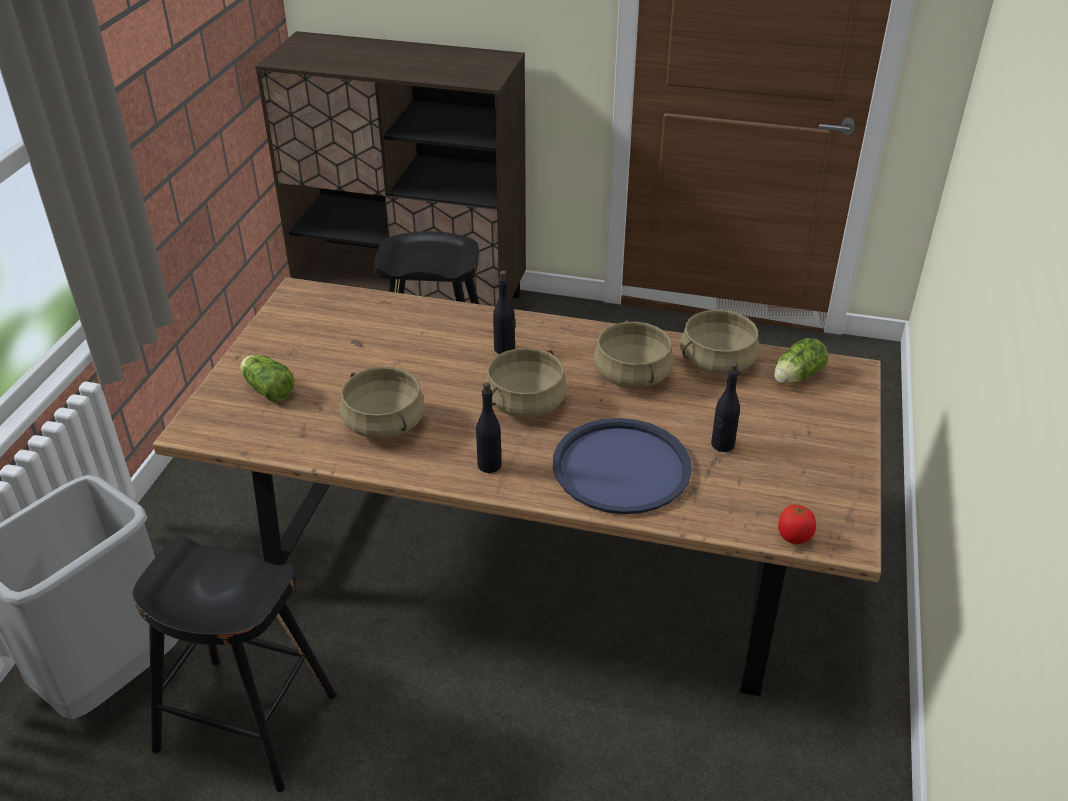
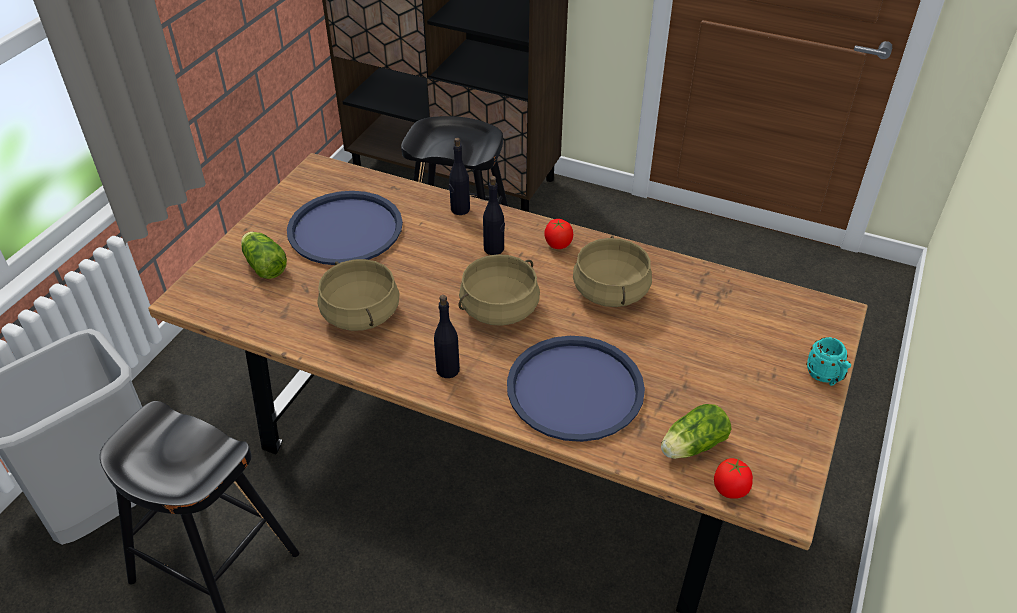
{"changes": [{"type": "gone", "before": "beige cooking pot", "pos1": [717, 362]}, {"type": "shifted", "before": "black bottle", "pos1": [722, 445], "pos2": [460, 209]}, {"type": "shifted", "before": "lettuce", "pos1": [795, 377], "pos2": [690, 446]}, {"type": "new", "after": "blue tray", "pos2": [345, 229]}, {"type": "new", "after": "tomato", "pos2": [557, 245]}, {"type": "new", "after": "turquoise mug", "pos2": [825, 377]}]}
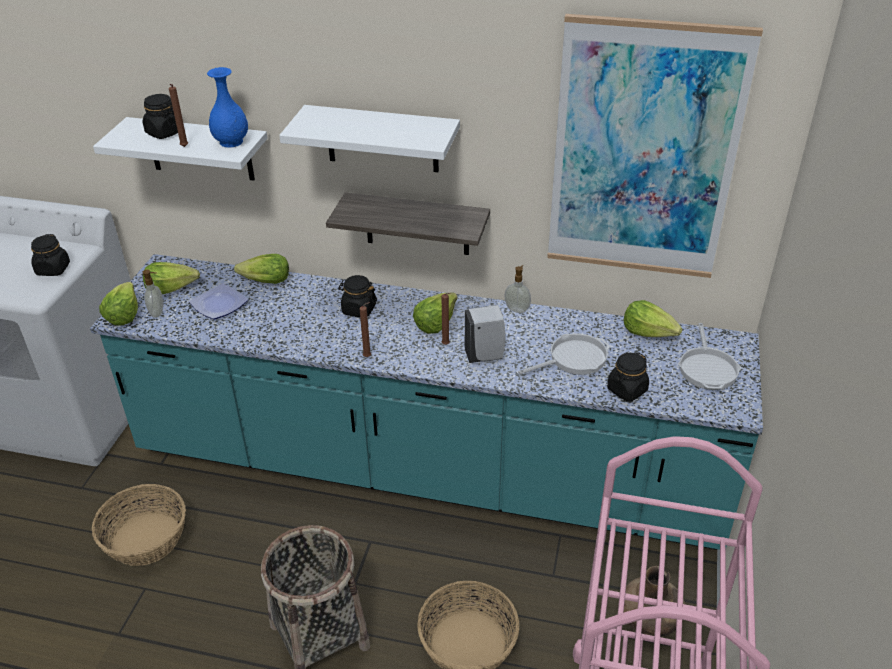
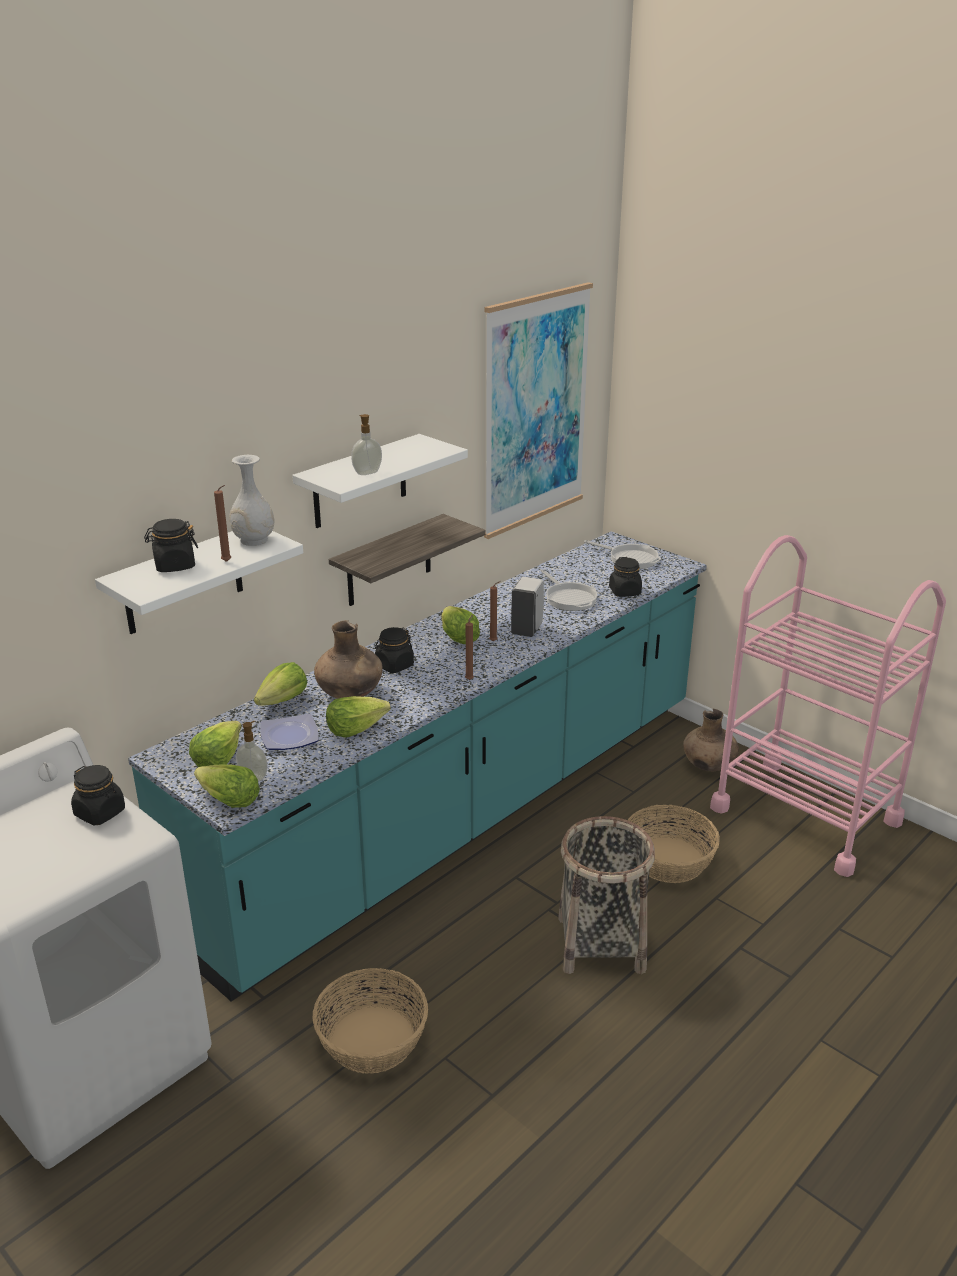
{"changes": [{"type": "repainted", "before": "blue vase", "after": "white vase", "pos1": [231, 142], "pos2": [254, 540]}, {"type": "shifted", "before": "soap dispenser", "pos1": [517, 309], "pos2": [367, 472]}, {"type": "rotated", "before": "frying pan", "pos1": [574, 359], "pos2": [569, 598], "turn": 150}, {"type": "shifted", "before": "lettuce", "pos1": [649, 332], "pos2": [355, 728]}, {"type": "new", "after": "brown vase", "pos2": [350, 695]}]}
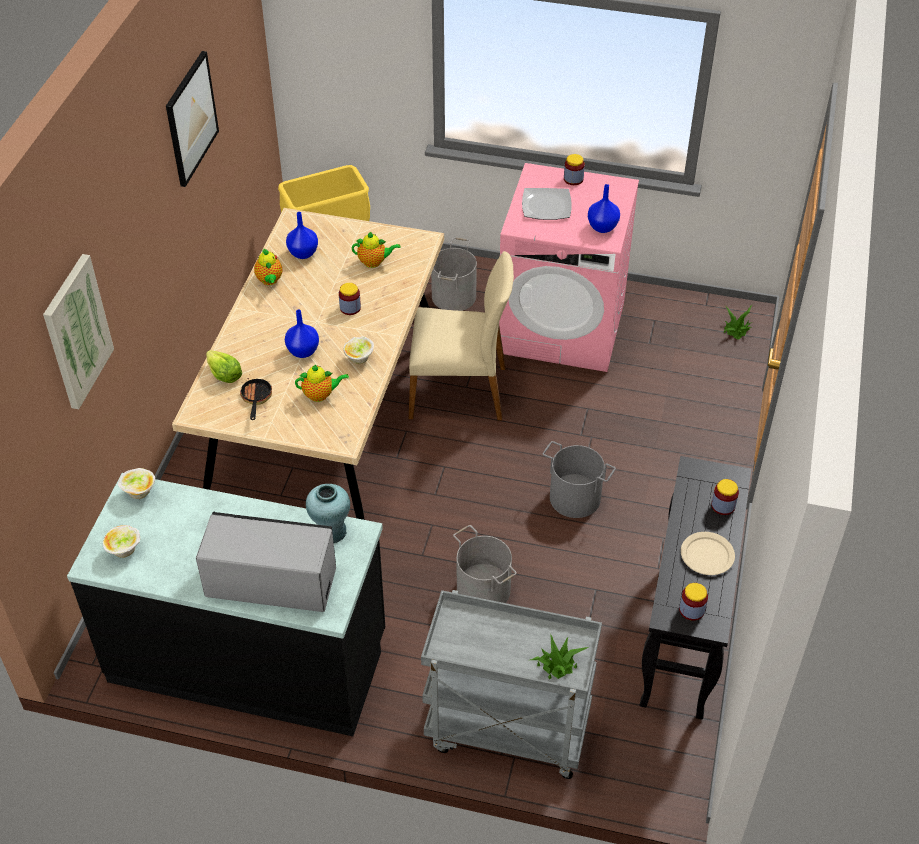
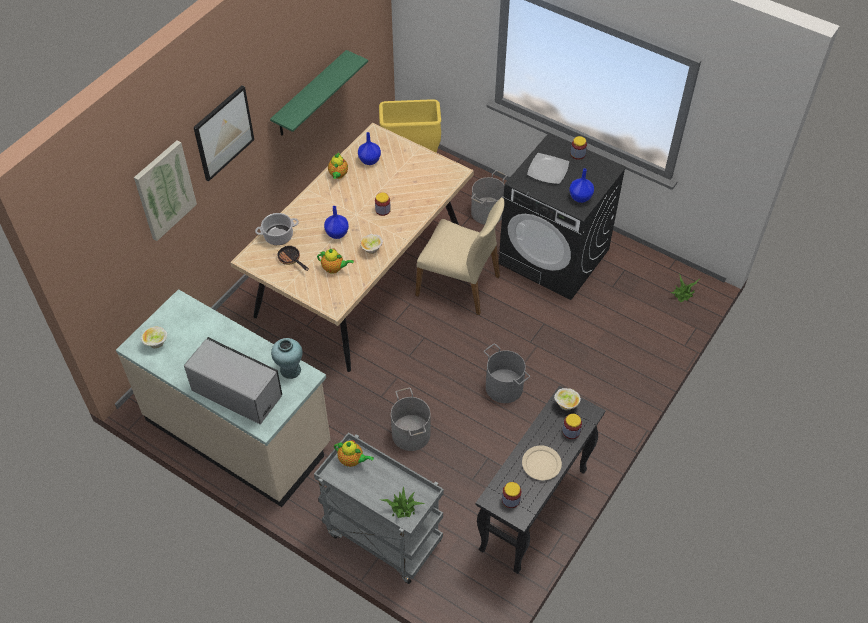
{"changes": [{"type": "repainted", "before": "black counter", "after": "beige counter", "pos1": [249, 657], "pos2": [239, 432]}, {"type": "shifted", "before": "bowl", "pos1": [139, 492], "pos2": [566, 405]}, {"type": "shifted", "before": "picture", "pos1": [191, 118], "pos2": [223, 133]}, {"type": "swapped", "before": "lettuce", "after": "cooking pot", "pos1": [224, 375], "pos2": [278, 236]}, {"type": "rotated", "before": "frying pan", "pos1": [256, 399], "pos2": [291, 259], "turn": -60}, {"type": "shifted", "before": "teapot", "pos1": [374, 262], "pos2": [352, 460]}, {"type": "repainted", "before": "pink washing machine", "after": "black washing machine", "pos1": [562, 327], "pos2": [554, 257]}, {"type": "new", "after": "green shelf", "pos2": [310, 95]}]}
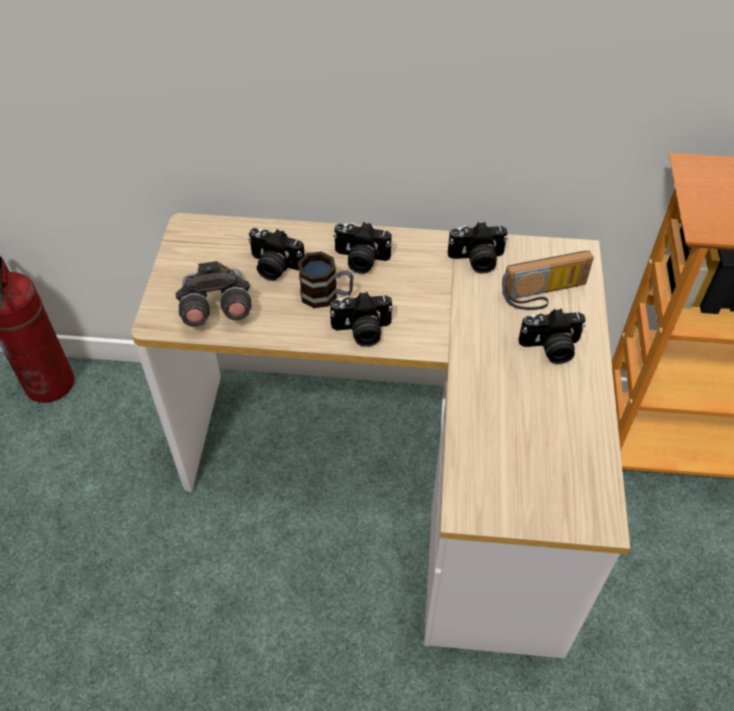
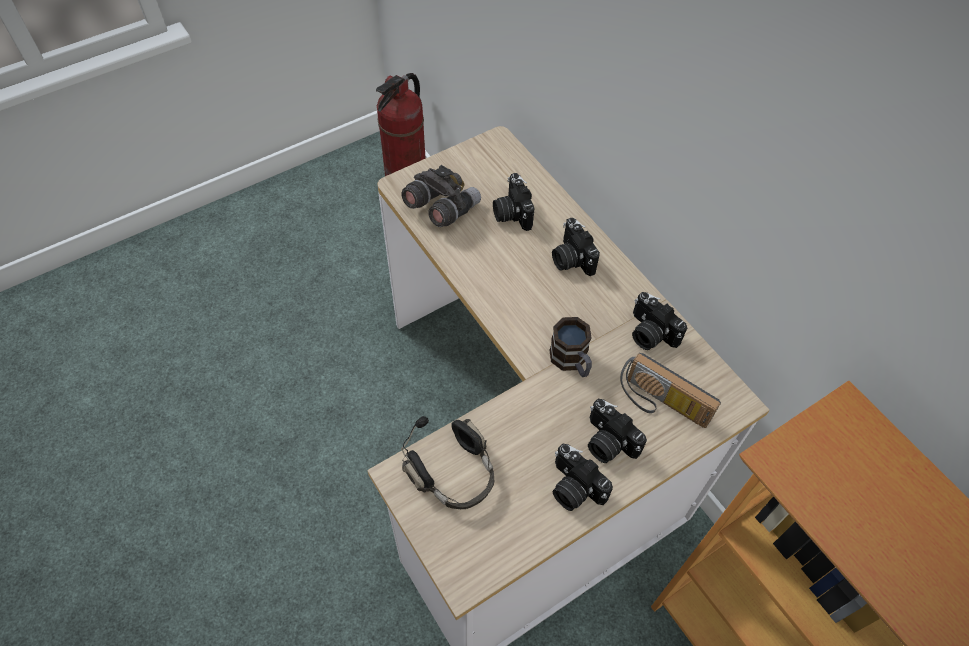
{"changes": [{"type": "shifted", "before": "mug", "pos1": [326, 295], "pos2": [571, 361]}, {"type": "shifted", "before": "photo camera", "pos1": [362, 331], "pos2": [573, 488]}, {"type": "new", "after": "black headphones", "pos2": [454, 474]}]}
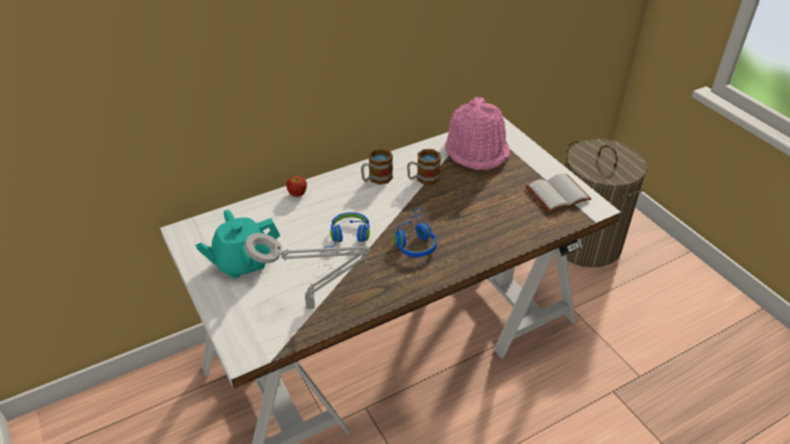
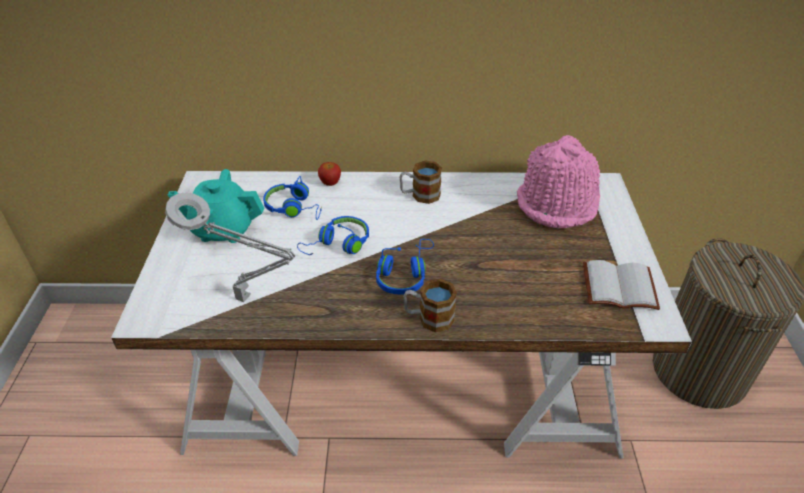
{"changes": [{"type": "shifted", "before": "mug", "pos1": [423, 179], "pos2": [428, 318]}, {"type": "new", "after": "blue headphones", "pos2": [294, 208]}]}
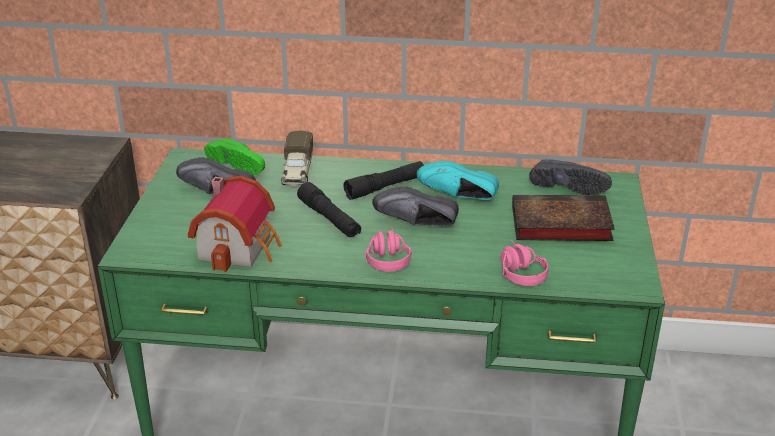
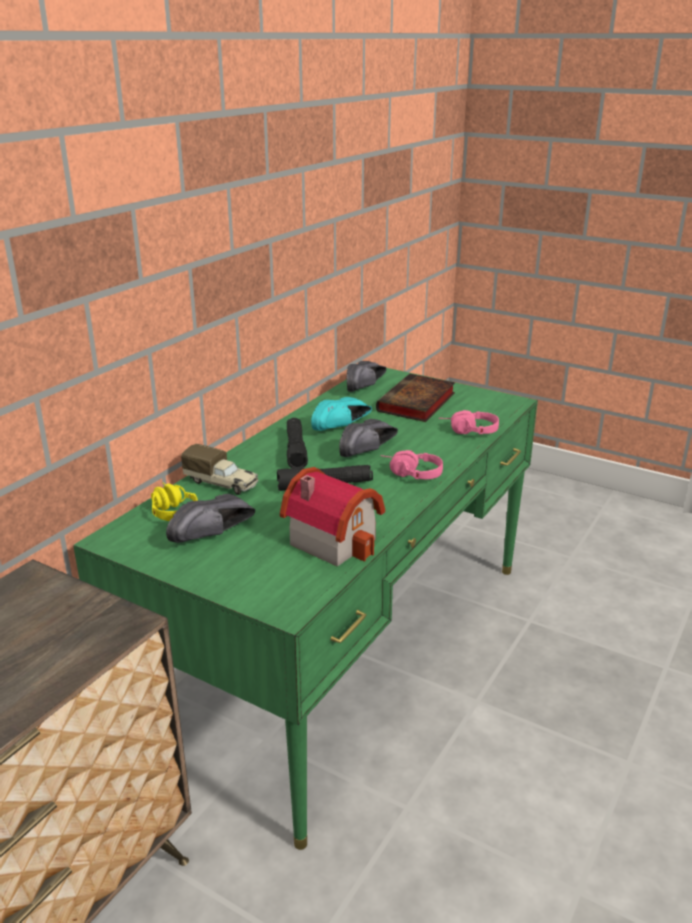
{"changes": [{"type": "swapped", "before": "green shoe", "after": "yellow headphones", "pos1": [240, 165], "pos2": [170, 510]}, {"type": "rotated", "before": "black shoe", "pos1": [569, 185], "pos2": [366, 387], "turn": 150}]}
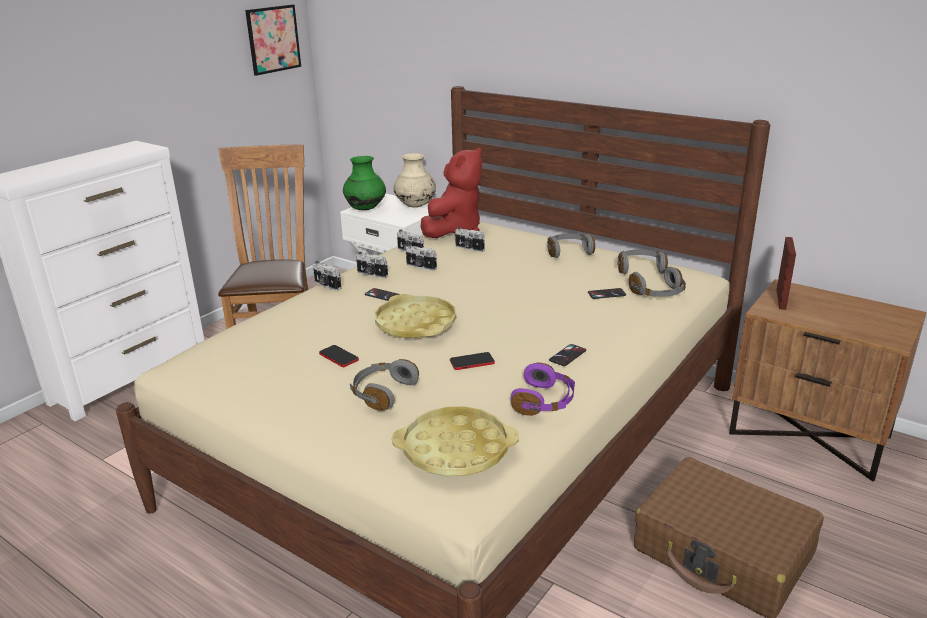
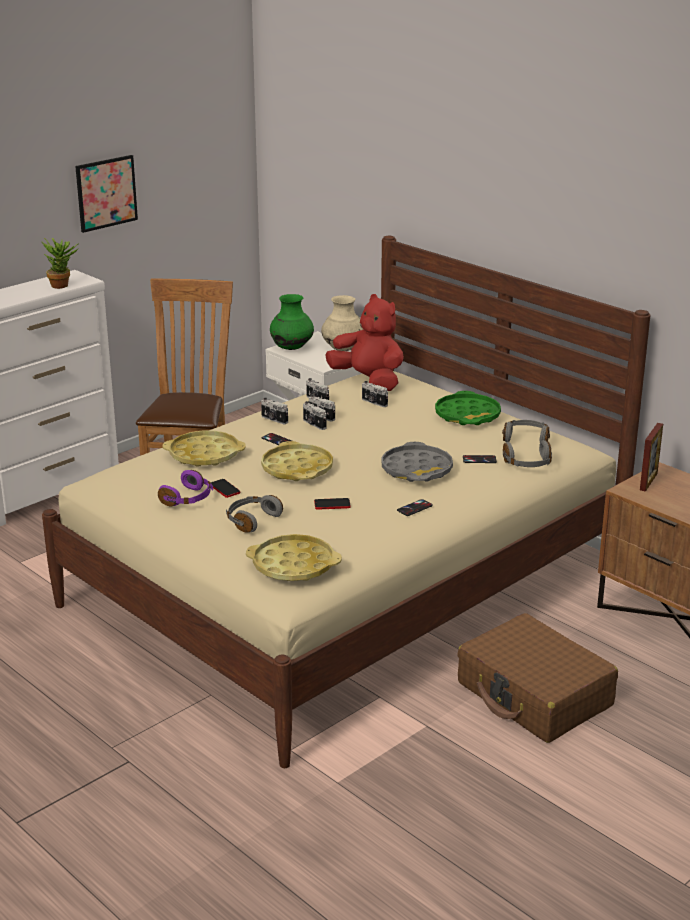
{"changes": [{"type": "shifted", "before": "picture", "pos1": [273, 39], "pos2": [106, 193]}, {"type": "shifted", "before": "photo camera", "pos1": [327, 285], "pos2": [313, 424]}, {"type": "rotated", "before": "red plush toy", "pos1": [454, 230], "pos2": [368, 381], "turn": -90}, {"type": "shifted", "before": "purple headphones", "pos1": [544, 401], "pos2": [188, 499]}, {"type": "swapped", "before": "grey headphones", "after": "green tray", "pos1": [568, 252], "pos2": [467, 415]}, {"type": "new", "after": "potted plant", "pos2": [63, 285]}, {"type": "new", "after": "yellow tray", "pos2": [204, 455]}, {"type": "new", "after": "grey tray", "pos2": [416, 469]}]}
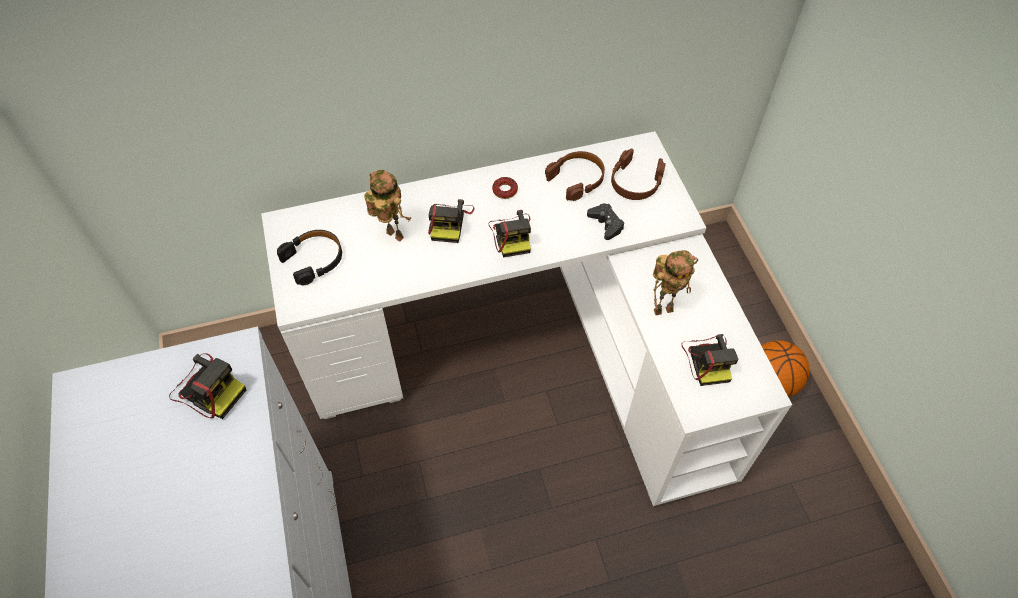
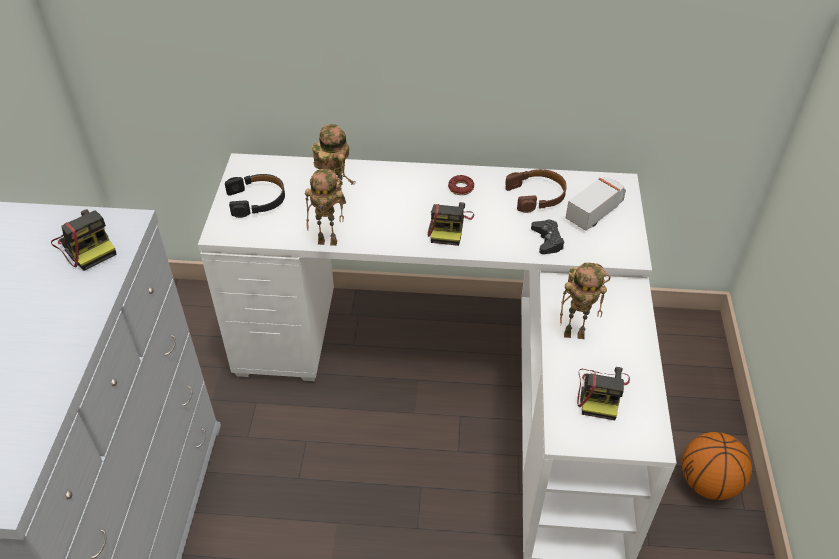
{"changes": [{"type": "gone", "before": "photo camera", "pos1": [449, 222]}, {"type": "swapped", "before": "brown headphones", "after": "toy truck", "pos1": [635, 182], "pos2": [595, 212]}, {"type": "new", "after": "toy robot", "pos2": [329, 241]}]}
